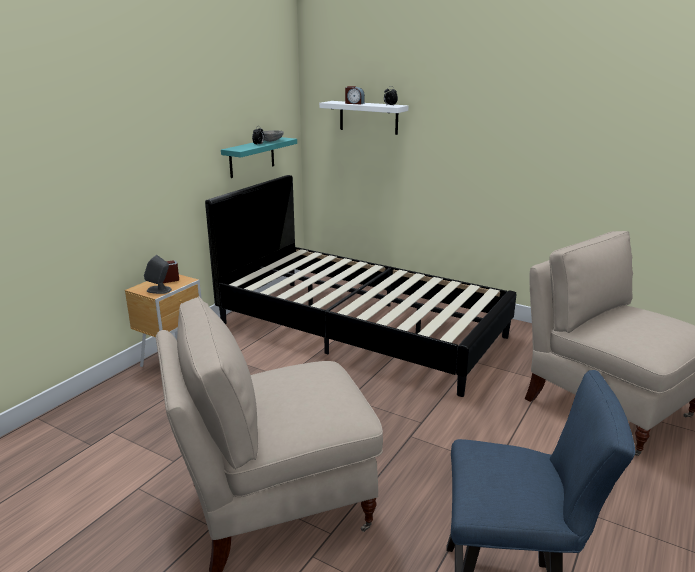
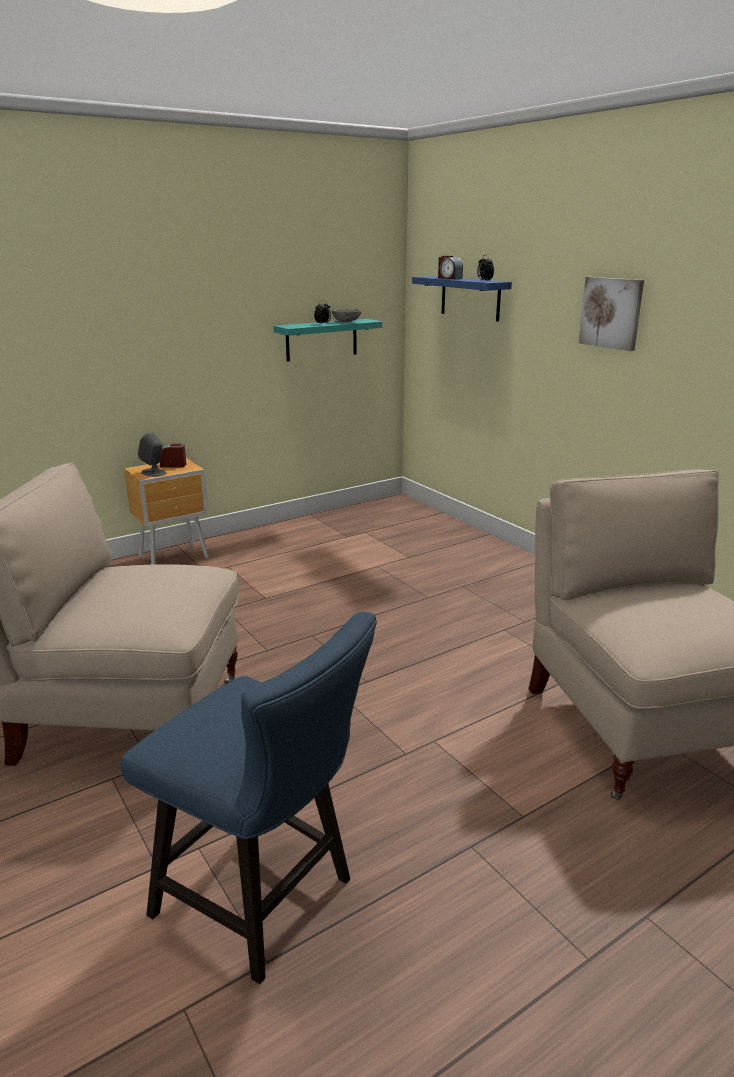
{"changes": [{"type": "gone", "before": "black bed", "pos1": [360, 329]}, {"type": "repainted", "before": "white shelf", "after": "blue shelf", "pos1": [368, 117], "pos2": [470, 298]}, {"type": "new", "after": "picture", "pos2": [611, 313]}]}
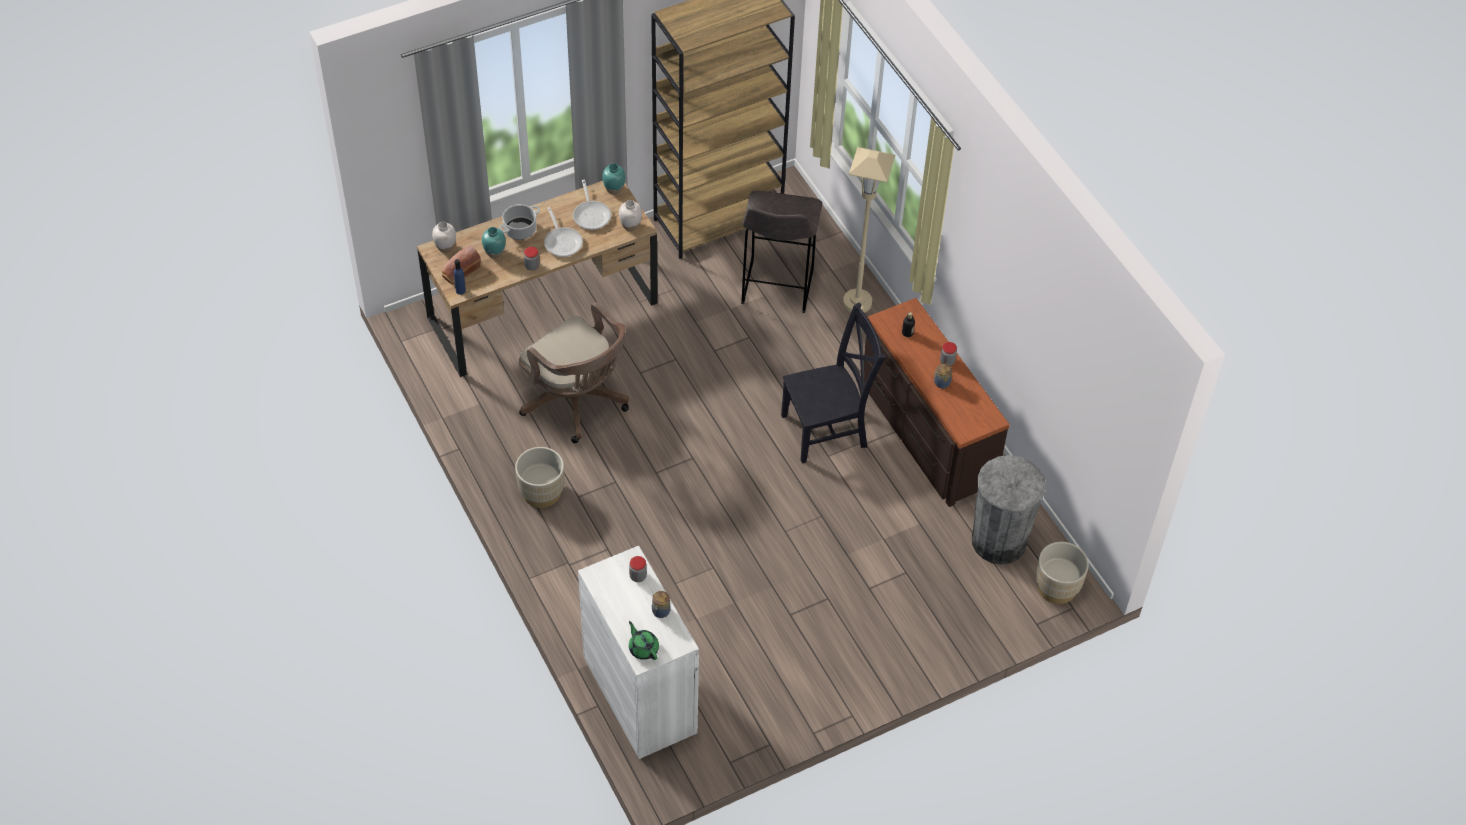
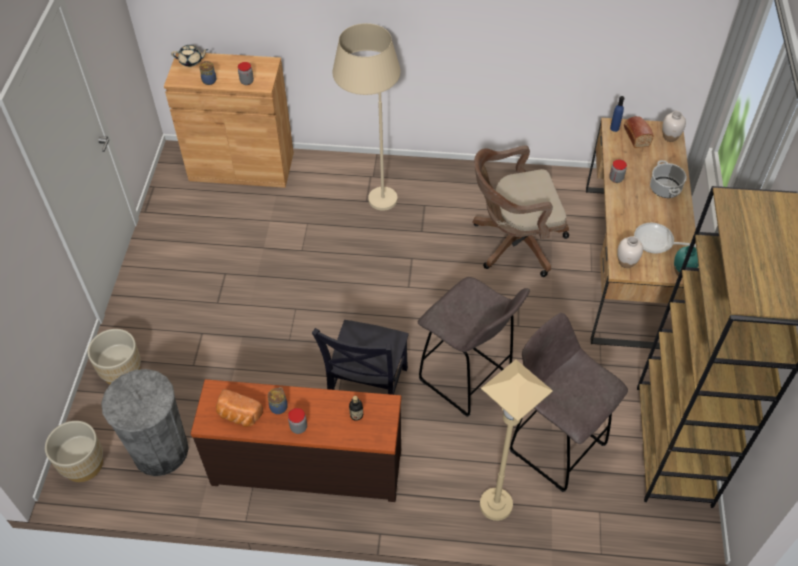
{"changes": [{"type": "gone", "before": "turquoise vase", "pos1": [495, 253]}, {"type": "shifted", "before": "beige planter", "pos1": [541, 492], "pos2": [122, 372]}, {"type": "gone", "before": "frying pan", "pos1": [562, 241]}, {"type": "repainted", "before": "white cabinet", "after": "brown cabinet", "pos1": [639, 695], "pos2": [241, 166]}, {"type": "repainted", "before": "green teapot", "after": "beige teapot", "pos1": [643, 648], "pos2": [191, 61]}, {"type": "new", "after": "bread", "pos2": [239, 416]}, {"type": "new", "after": "beige floor lamp", "pos2": [371, 191]}, {"type": "new", "after": "grey stool", "pos2": [467, 379]}]}
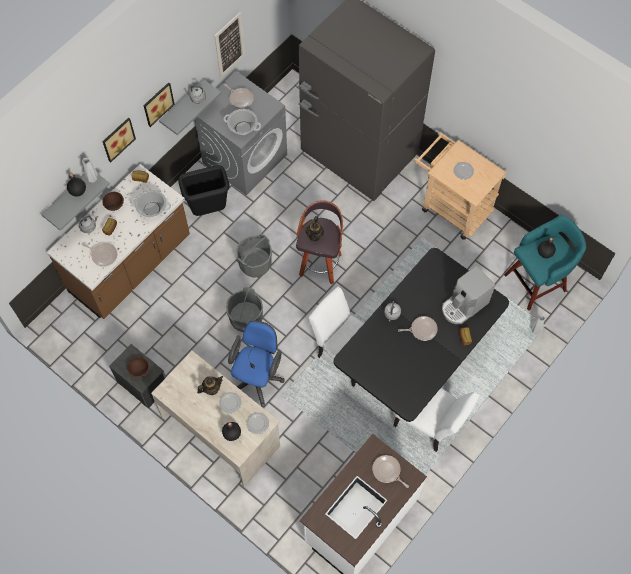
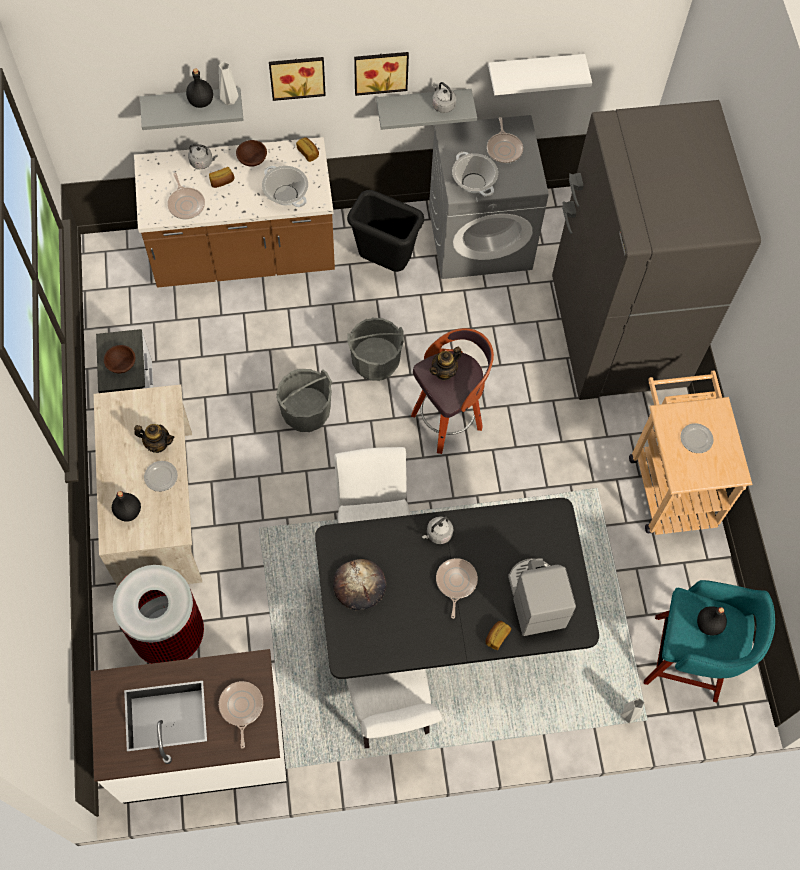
{"changes": [{"type": "swapped", "before": "picture", "after": "white shelf", "pos1": [229, 45], "pos2": [534, 70]}, {"type": "gone", "before": "blue office chair", "pos1": [257, 377]}, {"type": "gone", "before": "plate", "pos1": [257, 424]}, {"type": "rotated", "before": "frying pan", "pos1": [422, 329], "pos2": [455, 582], "turn": -120}, {"type": "rotated", "before": "coffee machine", "pos1": [464, 305], "pos2": [535, 598], "turn": 75}, {"type": "new", "after": "trash can", "pos2": [169, 634]}, {"type": "new", "after": "bread", "pos2": [359, 585]}]}
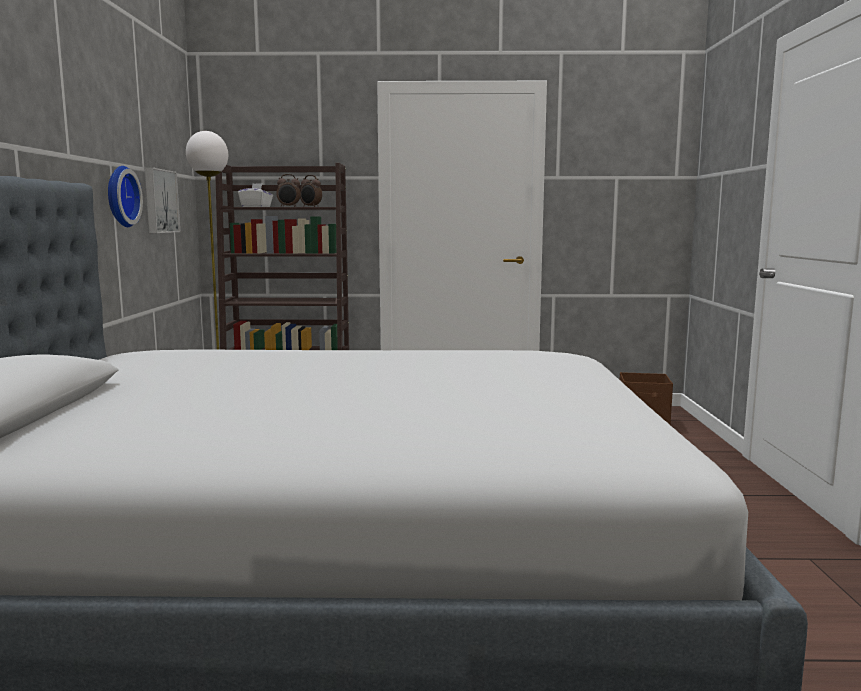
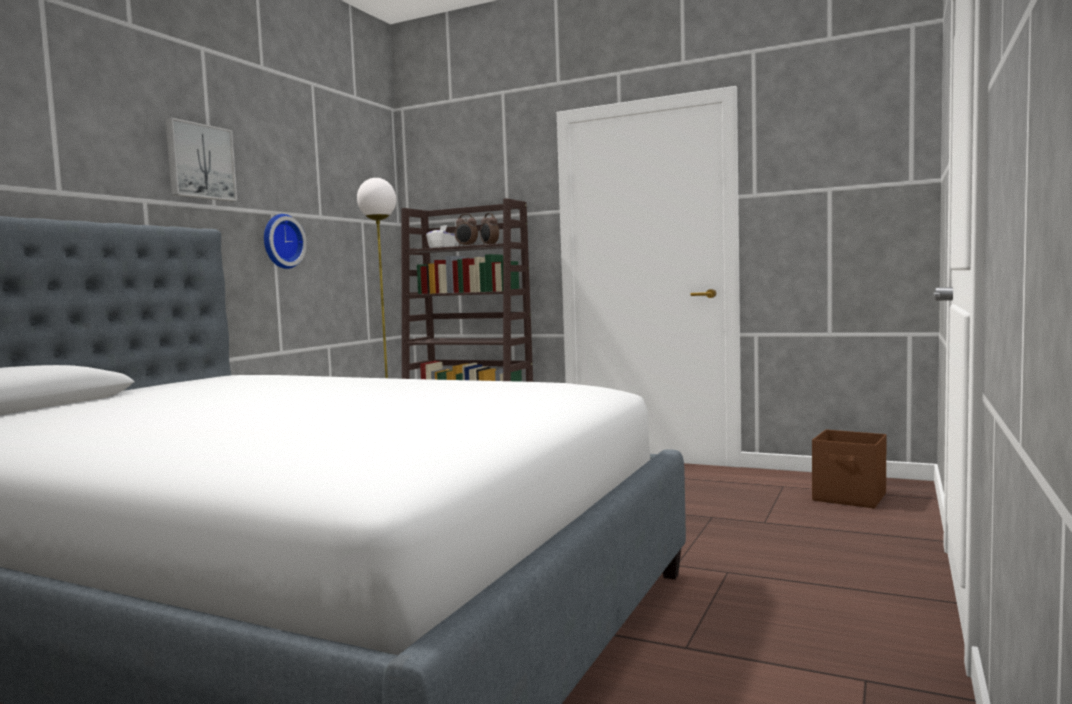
{"changes": [{"type": "shifted", "before": "picture", "pos1": [159, 201], "pos2": [199, 162]}]}
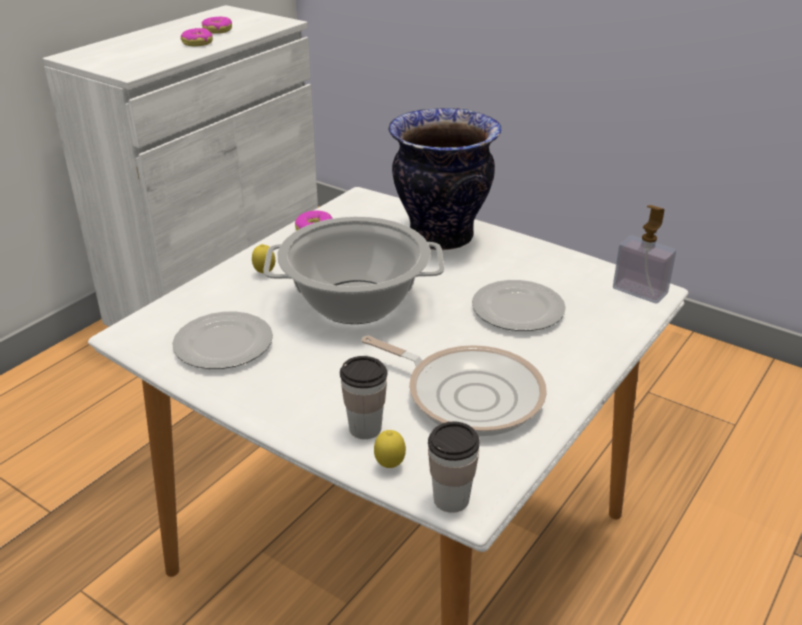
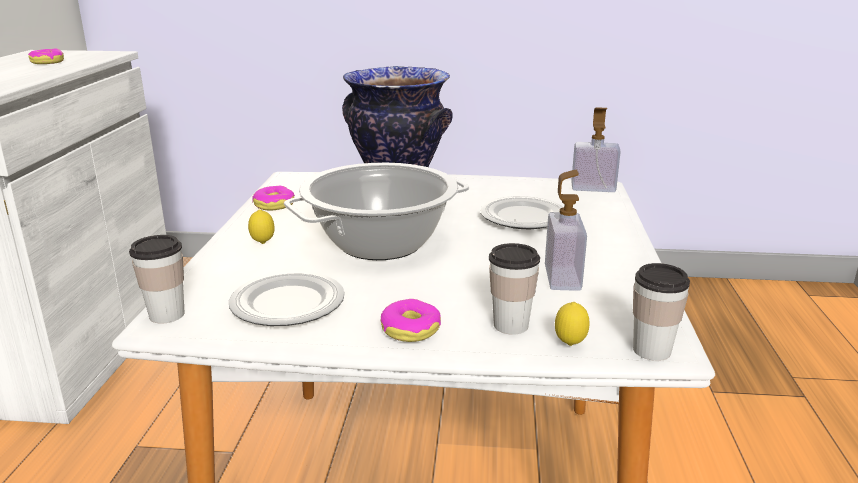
{"changes": [{"type": "shifted", "before": "donut", "pos1": [197, 43], "pos2": [410, 329]}, {"type": "swapped", "before": "frying pan", "after": "soap dispenser", "pos1": [468, 394], "pos2": [562, 278]}, {"type": "new", "after": "cup", "pos2": [166, 315]}]}
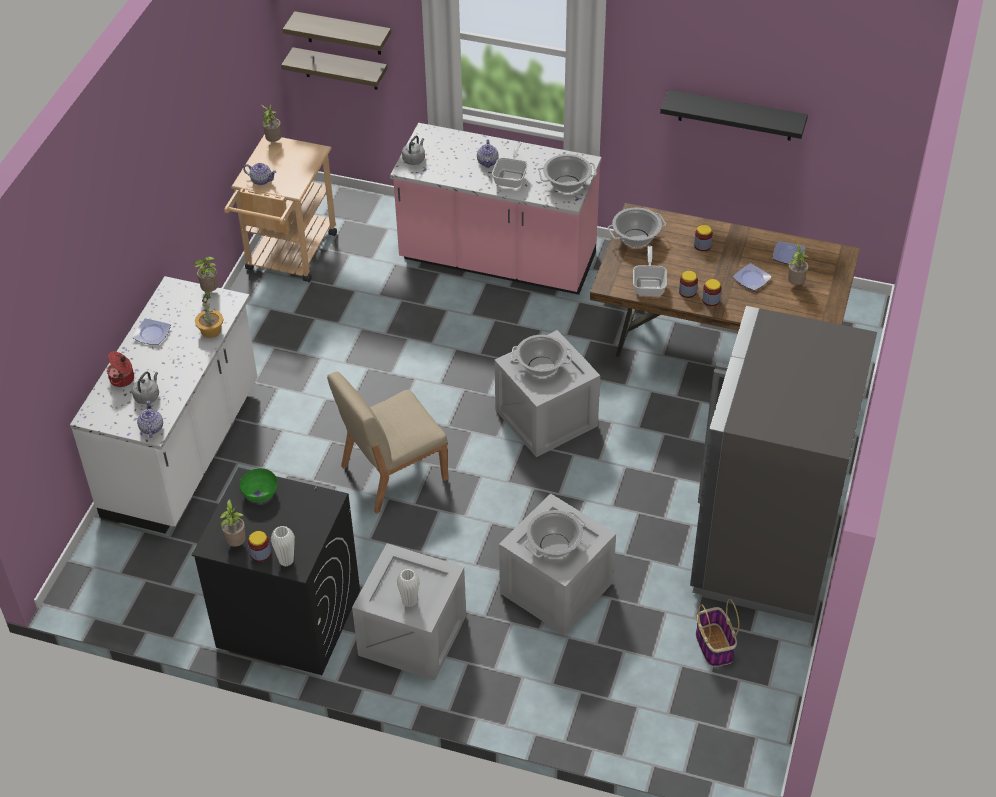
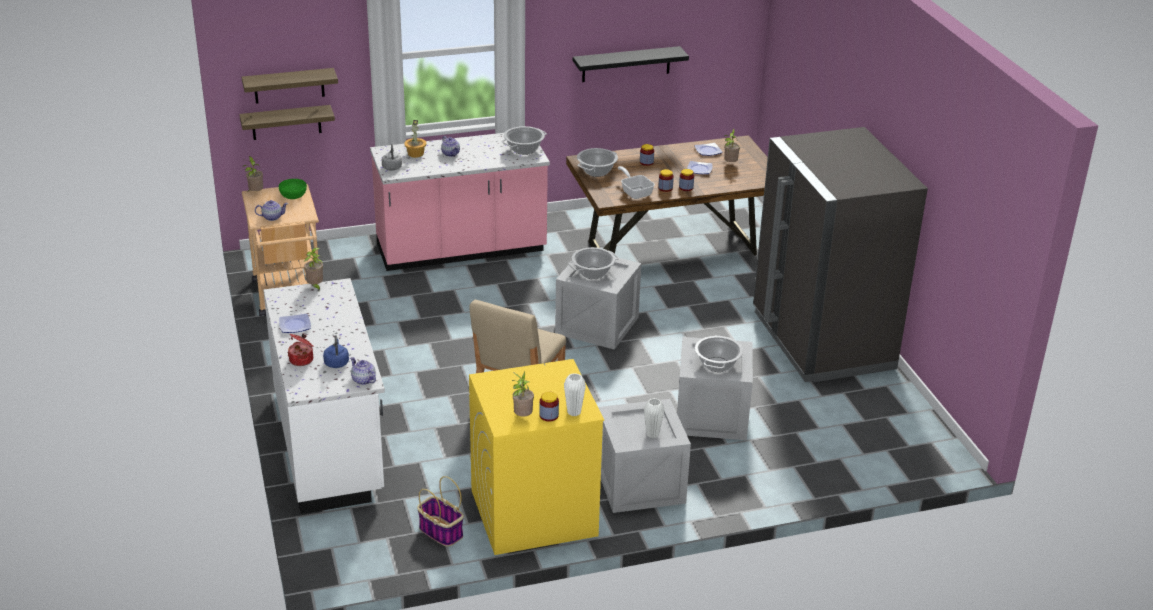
{"changes": [{"type": "repainted", "before": "grey kettle", "after": "blue kettle", "pos1": [147, 396], "pos2": [336, 362]}, {"type": "repainted", "before": "black washing machine", "after": "yellow washing machine", "pos1": [287, 618], "pos2": [533, 513]}, {"type": "shifted", "before": "potted plant", "pos1": [211, 330], "pos2": [415, 153]}, {"type": "shifted", "before": "green bowl", "pos1": [260, 493], "pos2": [293, 196]}, {"type": "gone", "before": "frying pan", "pos1": [511, 177]}, {"type": "shifted", "before": "basket", "pos1": [713, 645], "pos2": [440, 531]}]}
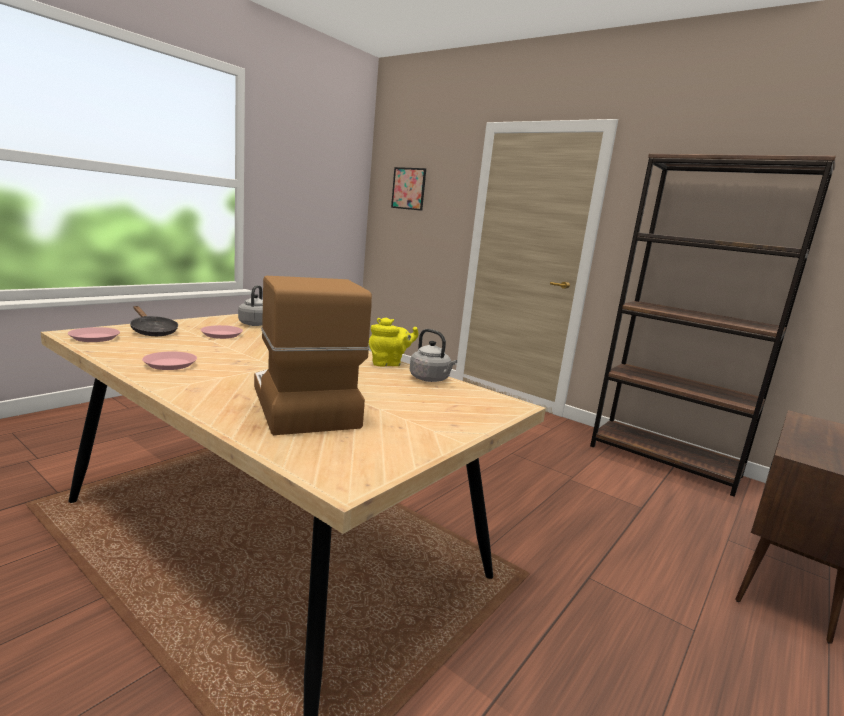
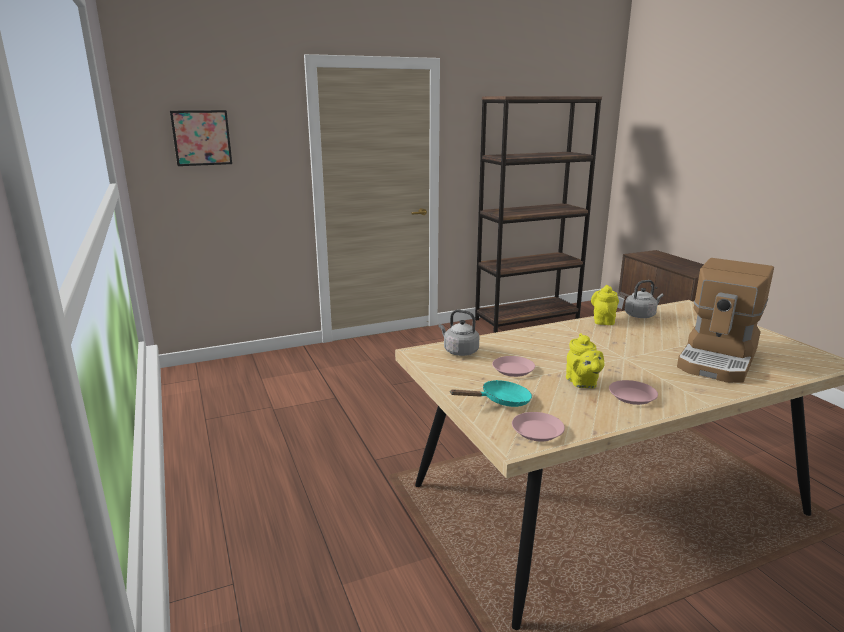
{"changes": [{"type": "repainted", "before": "black frying pan", "after": "turquoise frying pan", "pos1": [152, 331], "pos2": [501, 401]}, {"type": "rotated", "before": "coffee machine", "pos1": [301, 405], "pos2": [719, 359], "turn": -60}, {"type": "new", "after": "yellow teapot", "pos2": [582, 383]}]}
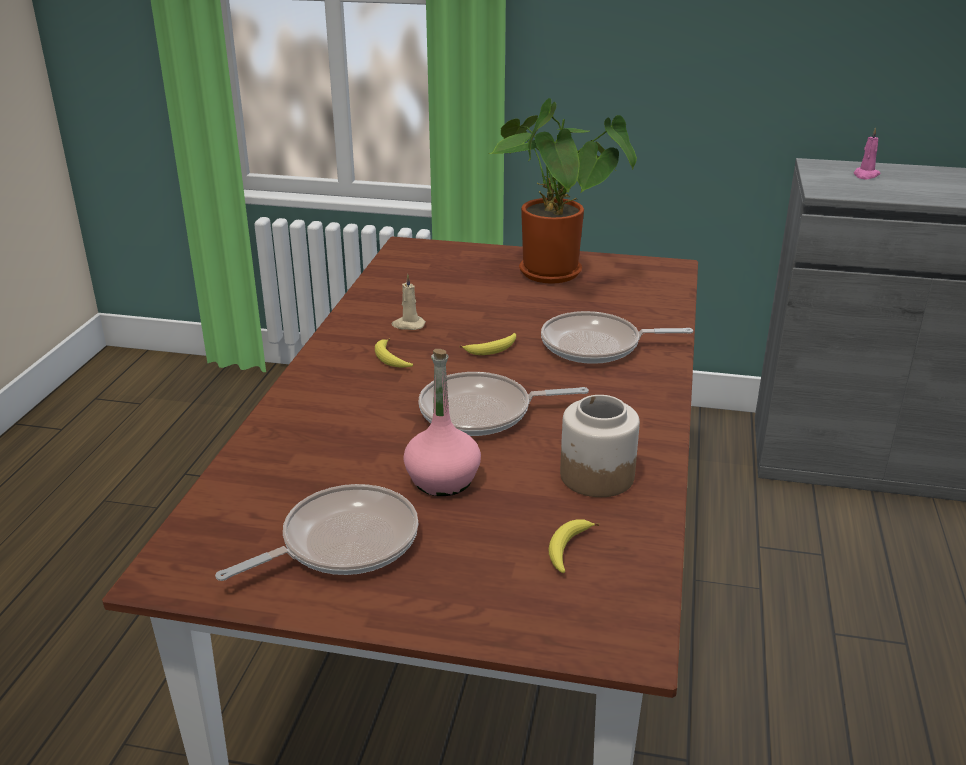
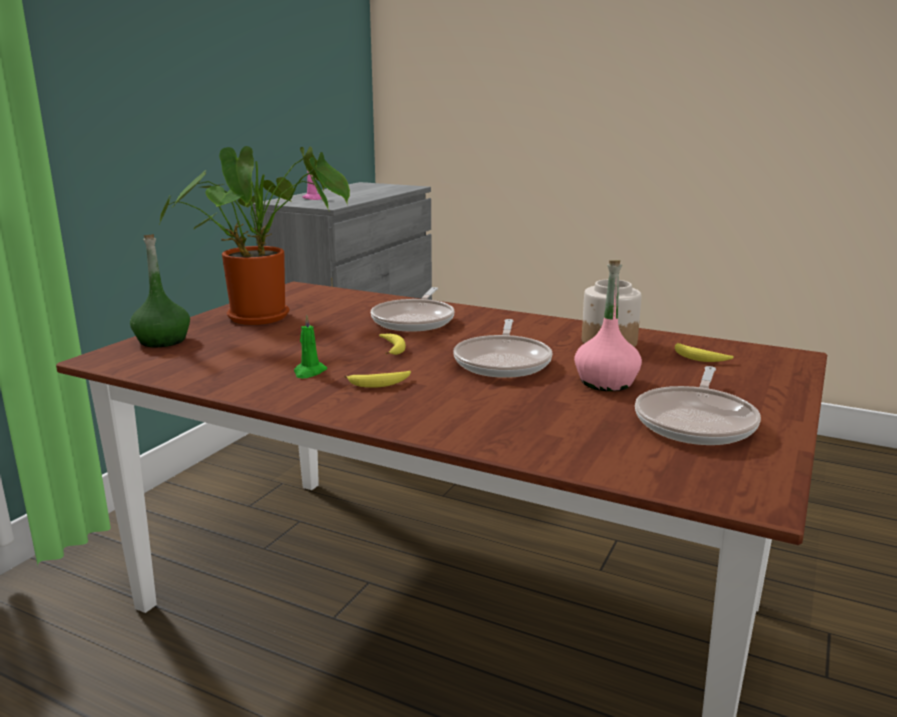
{"changes": [{"type": "rotated", "before": "frying pan", "pos1": [342, 543], "pos2": [696, 421], "turn": -135}, {"type": "repainted", "before": "beige candle", "after": "green candle", "pos1": [408, 325], "pos2": [309, 372]}, {"type": "new", "after": "green bottle", "pos2": [162, 341]}]}
